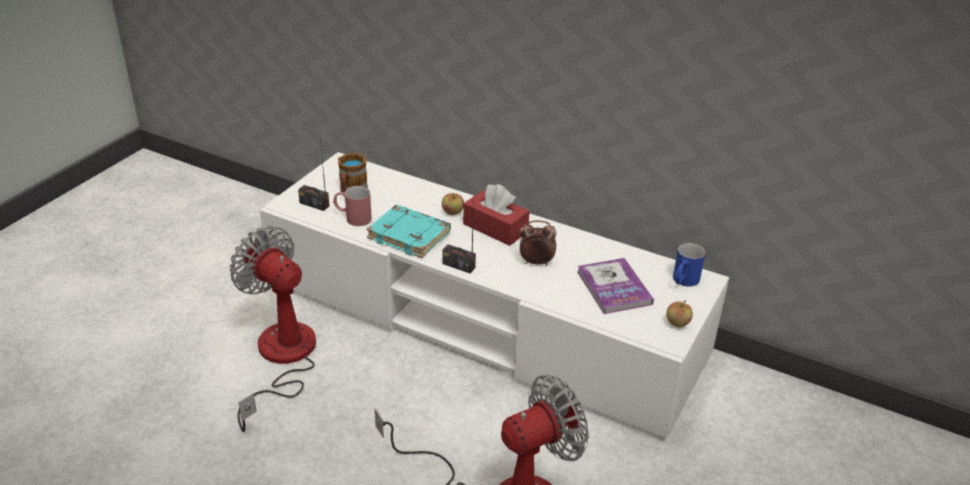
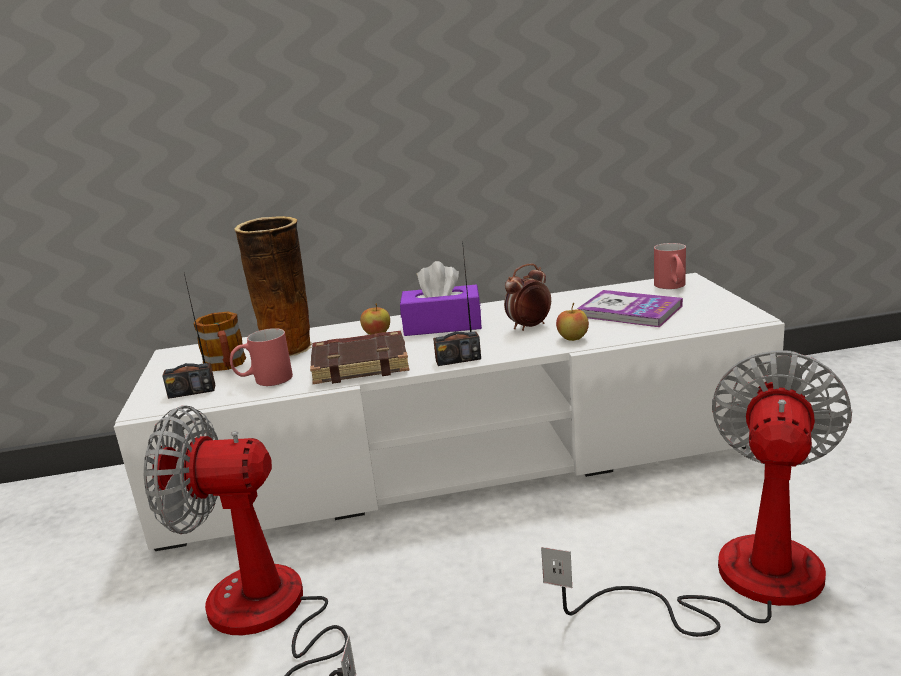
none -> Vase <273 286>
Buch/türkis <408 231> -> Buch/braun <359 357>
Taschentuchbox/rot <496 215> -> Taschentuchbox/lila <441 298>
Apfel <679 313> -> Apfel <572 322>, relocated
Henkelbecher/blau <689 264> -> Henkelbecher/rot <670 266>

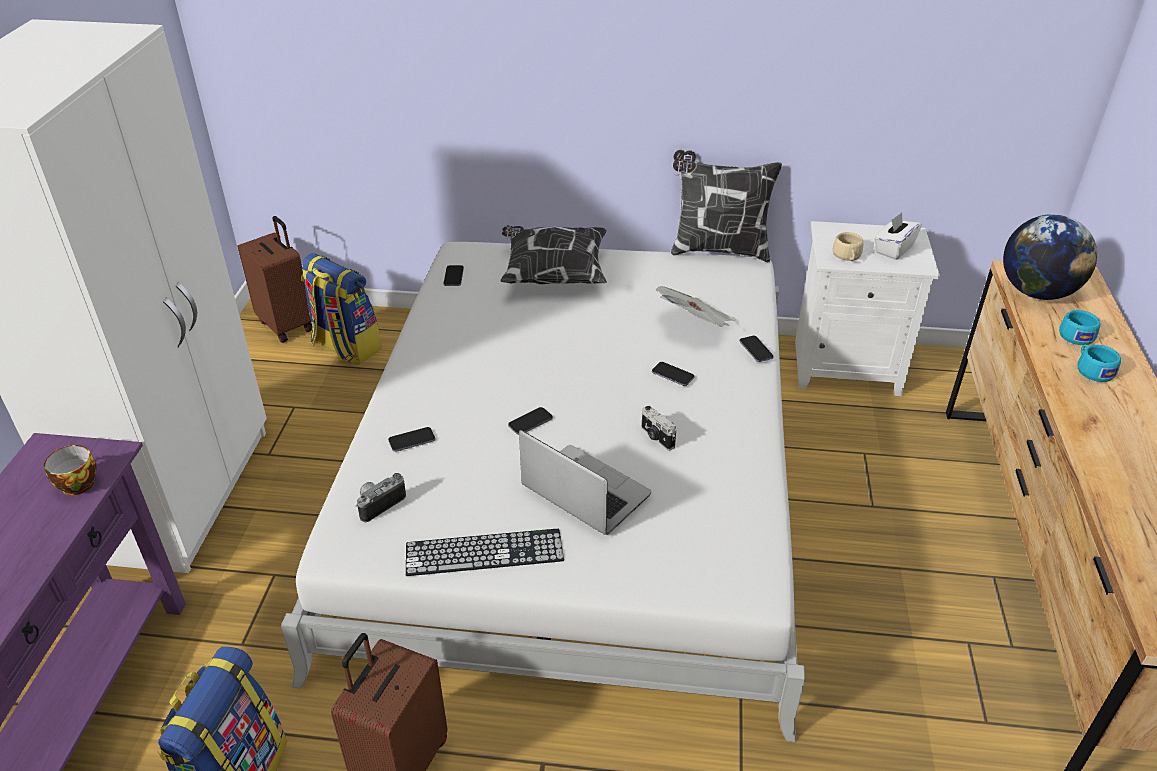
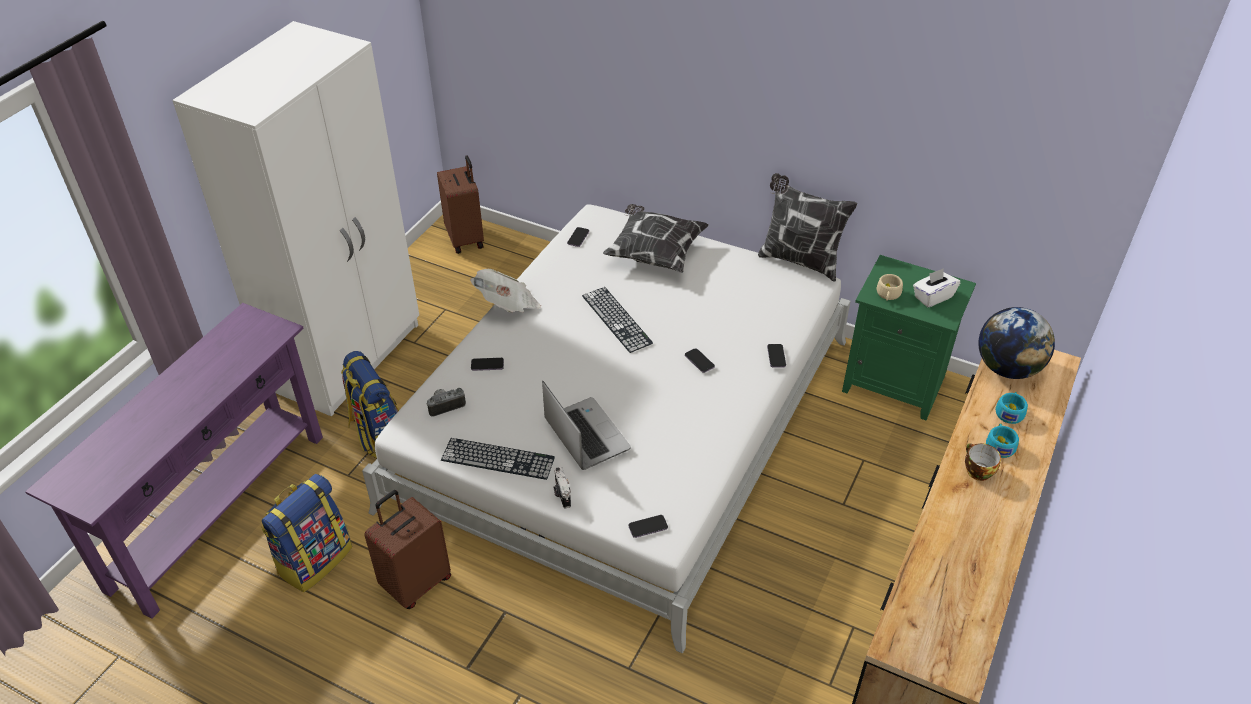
Rucksack <341 309> -> Rucksack <370 404>, relocated
Zeitung <696 306> -> Zeitung <505 291>, relocated
Kamera <658 428> -> Kamera <562 487>, relocated
none -> Tastatur <617 320>
Handy <530 421> -> Handy <648 526>, relocated
Nachttisch/weiß <867 308> -> Nachttisch/grün <909 337>
Tasse <70 470> -> Tasse <983 462>, relocated

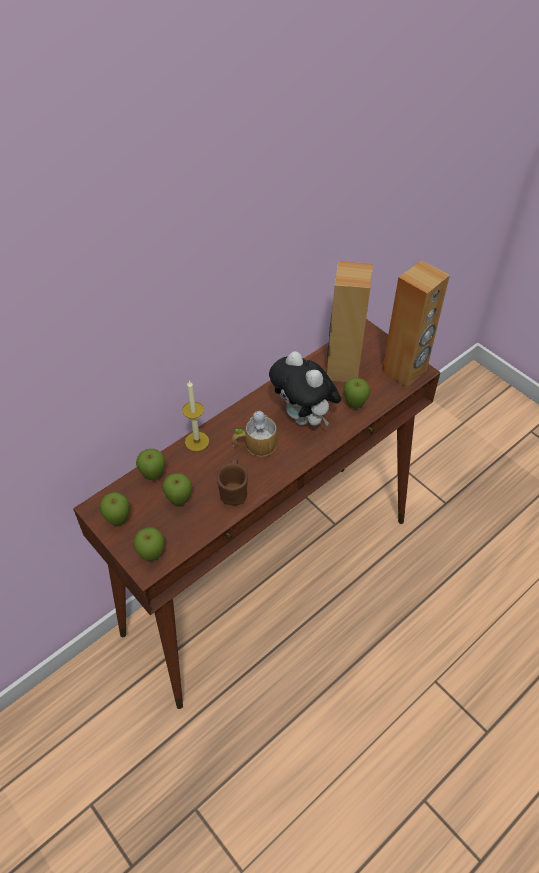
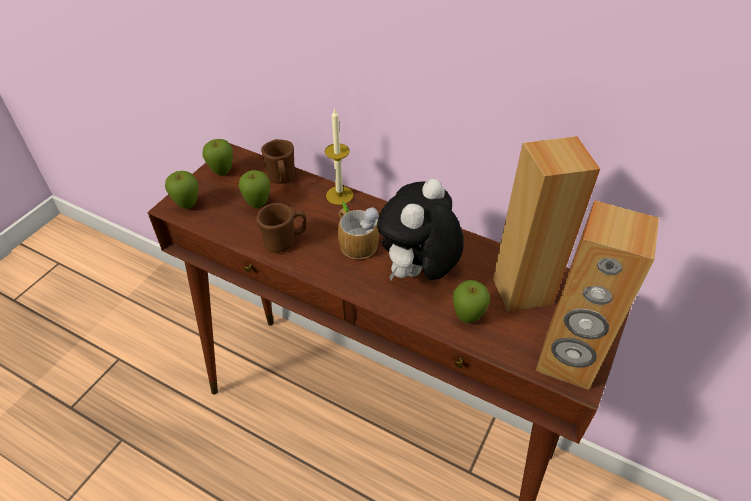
Apfel <150 464> -> Henkelbecher/braun <278 161>

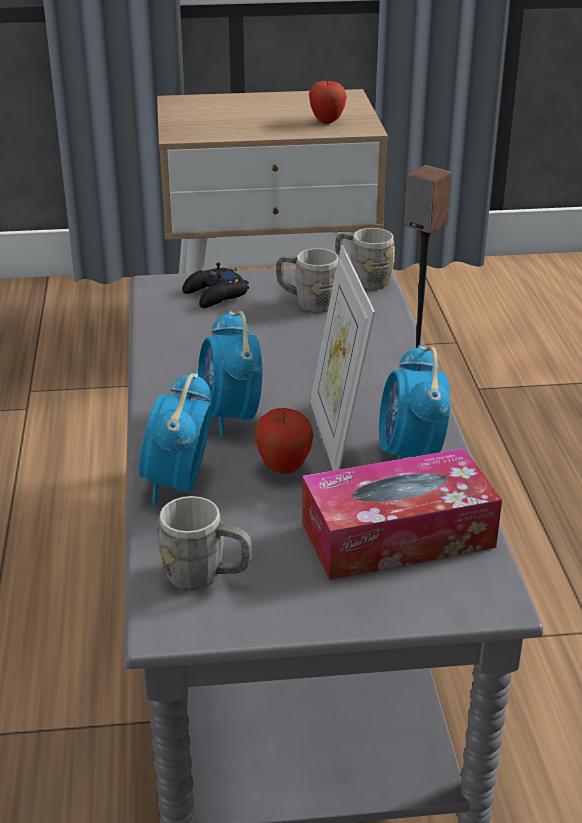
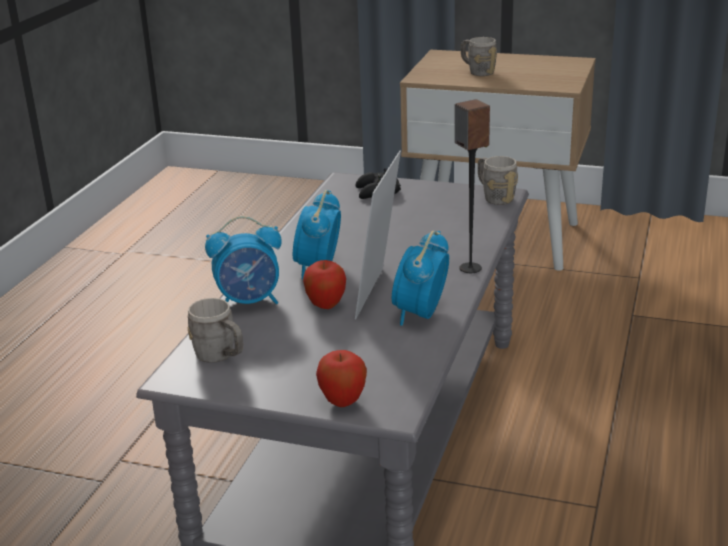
Wecker <175 438> -> Wecker <243 260>, 135 degrees counterclockwise
Apfel <328 102> -> Apfel <341 378>, relocated
Henkelbecher/grau <307 280> -> Henkelbecher/grau <479 56>, relocated
Taschentuchbox <402 514> -> none

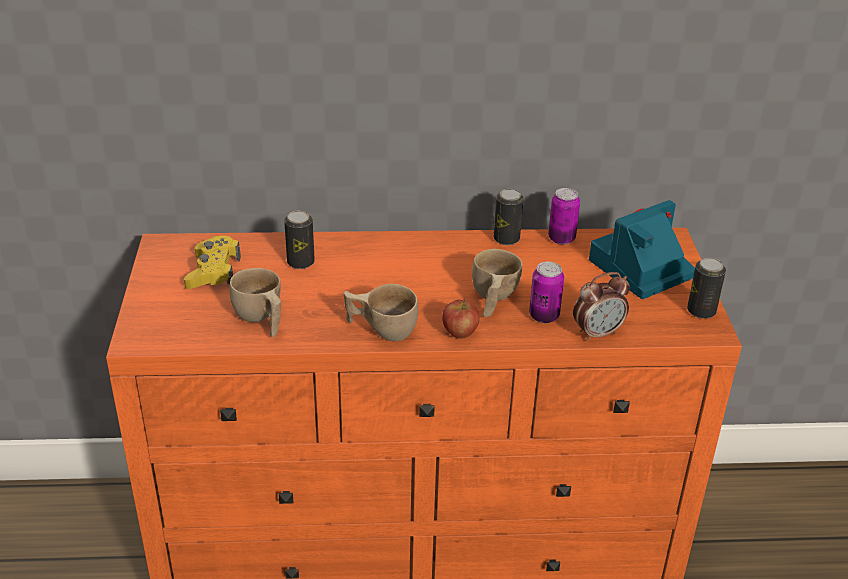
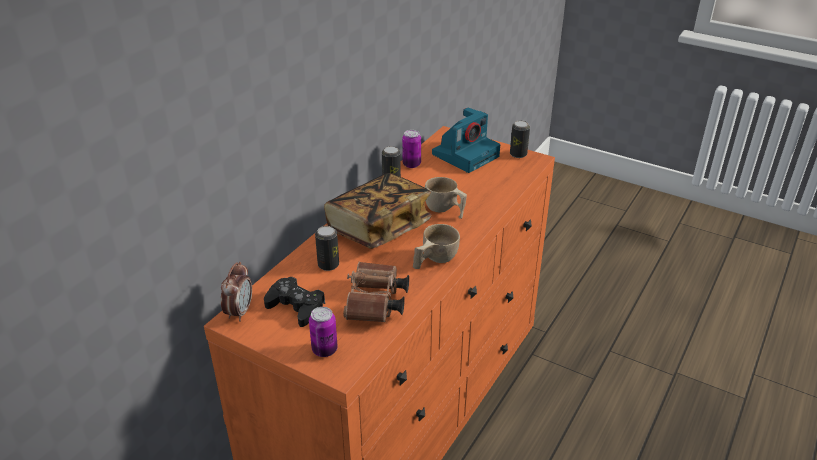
Wecker <601 307> -> Wecker <236 292>, relocated
Gamepad/gelb <212 262> -> Gamepad/schwarz <294 302>
Dose <546 292> -> Dose <323 332>, relocated
none -> Buch <378 211>
Tasse/beige <255 302> -> Fernglas/braun <376 292>
Kamera <642 249> -> Kamera <466 140>, 135 degrees counterclockwise
Apfel <461 319> -> none

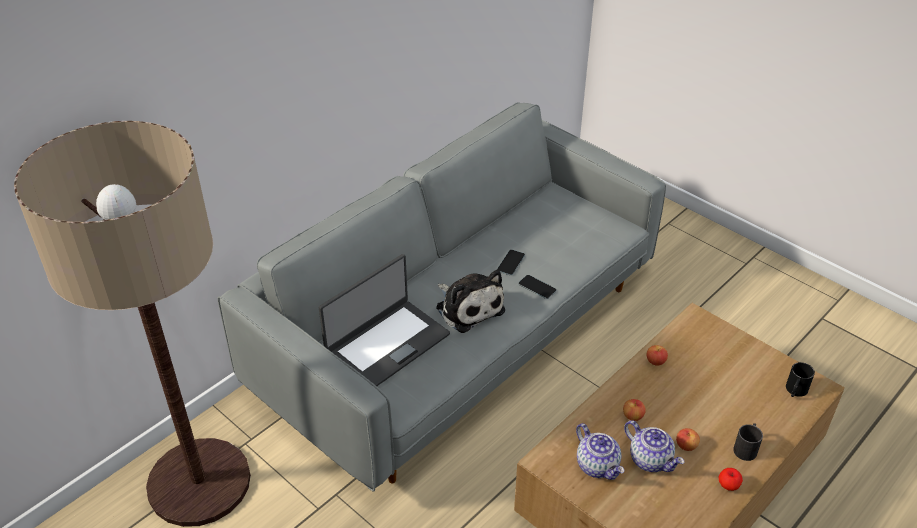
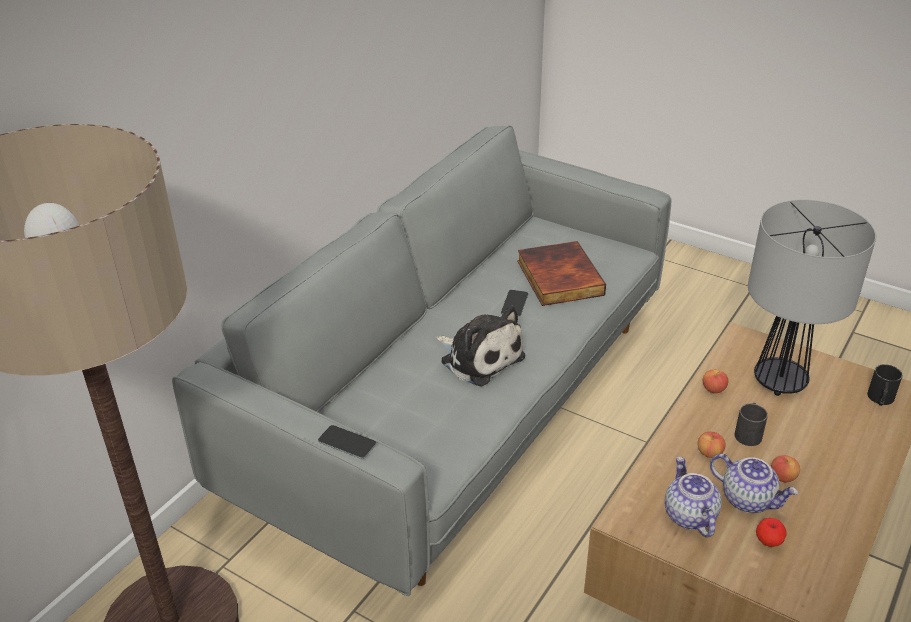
Handy <537 287> -> Handy <347 442>, relocated
none -> Buch <561 273>
Teekanne <600 451> -> Teekanne <693 497>, 150 degrees counterclockwise
Henkelbecher/schwarz <748 442> -> Henkelbecher/schwarz <751 424>, relocated
none -> Tischlampe <812 298>
Apfel <730 479> -> Apfel <771 532>, relocated
Laptop <384 320> -> none

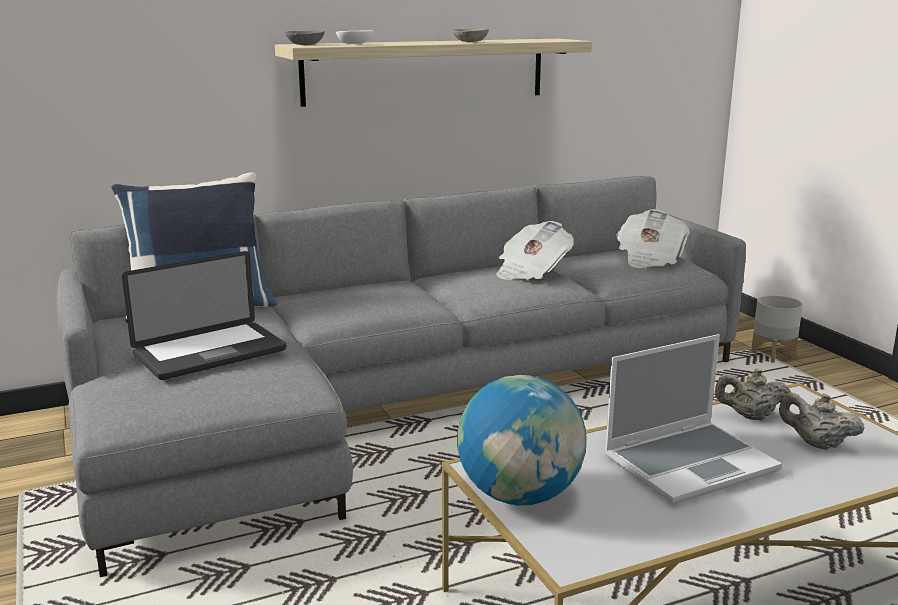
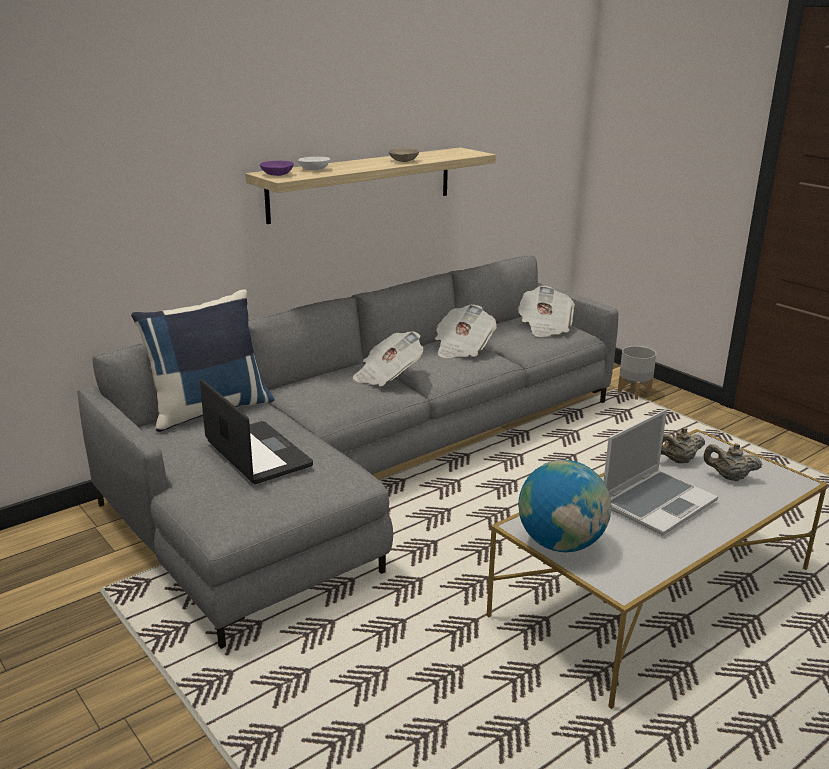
Laptop <204 315> -> Laptop <256 431>, 75 degrees counterclockwise
Schüssel/grau <305 38> -> Schüssel/lila <277 168>
none -> Zeitung <388 358>

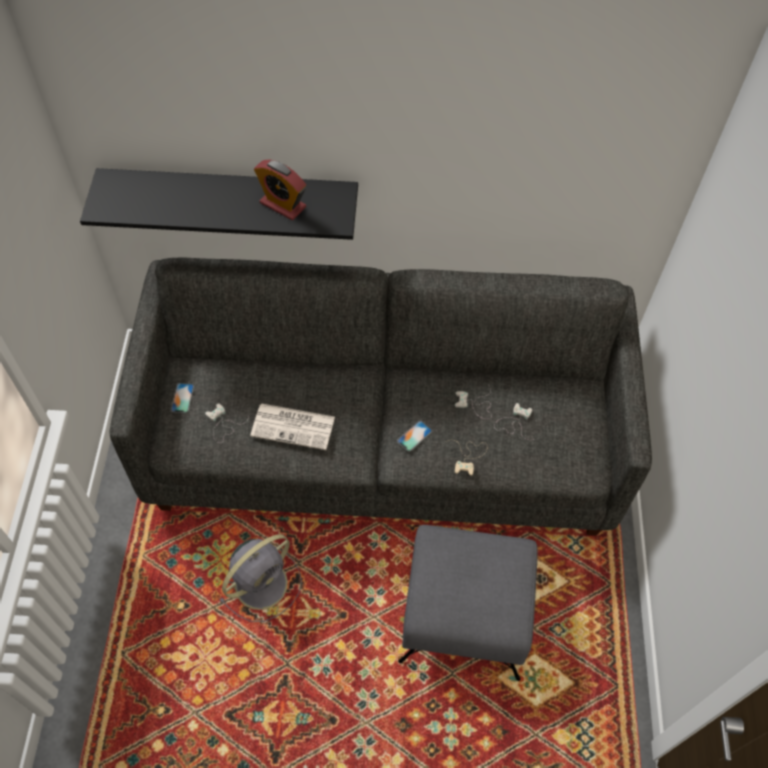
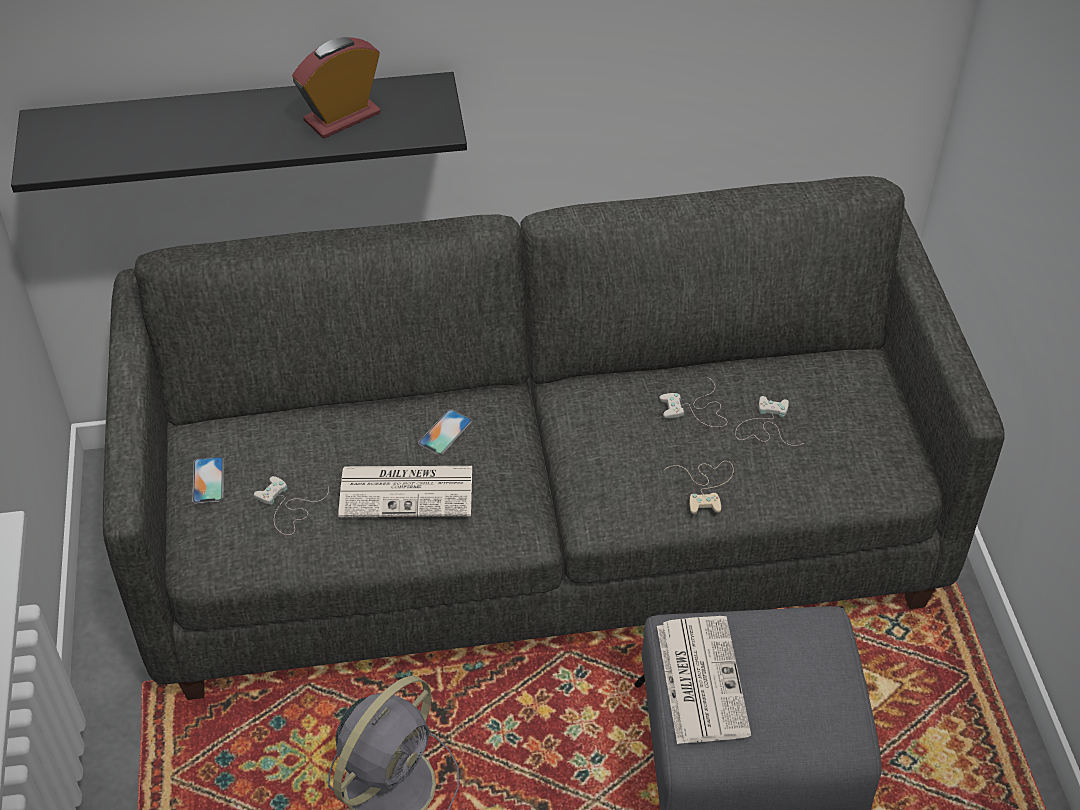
Wecker <280 190> -> Wecker <336 87>, 120 degrees clockwise
Handy <414 436> -> Handy <445 432>, relocated
none -> Zeitung <704 680>

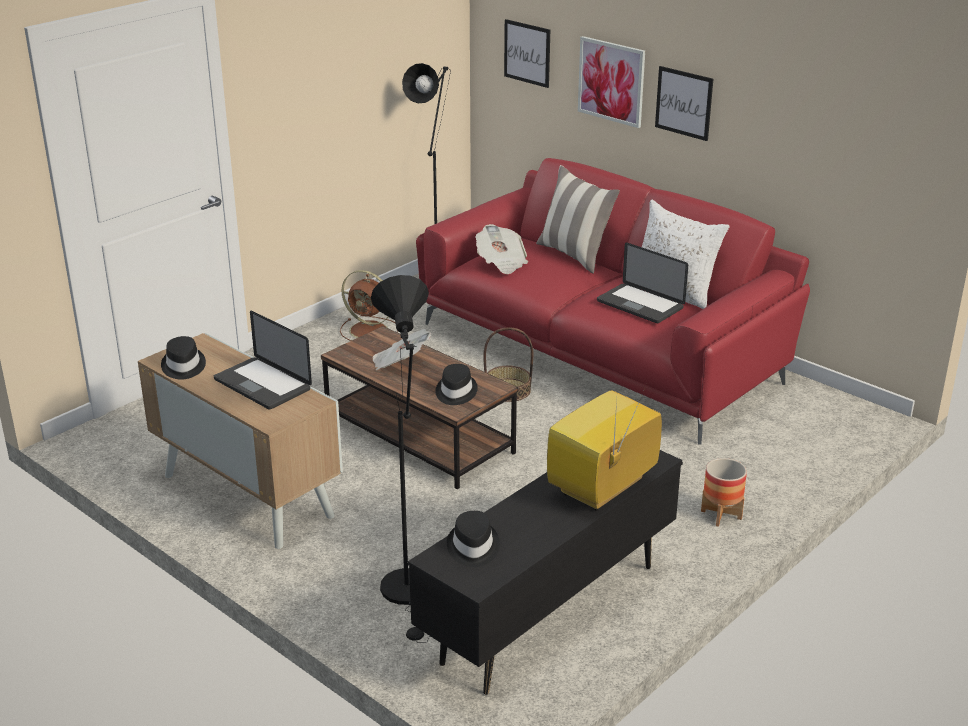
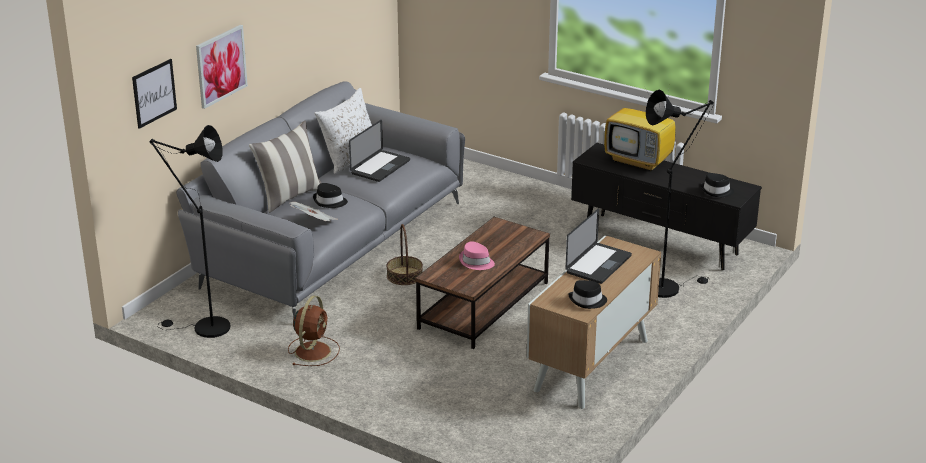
Sofa/rot <613 301> -> Sofa/grau <320 200>
Hut/schwarz <457 384> -> Hut/schwarz <330 195>, relocated
Zeitung <401 349> -> Hut/rosa <477 255>
Bild <684 103> -> none
Pflanzkübel <724 492> -> none

